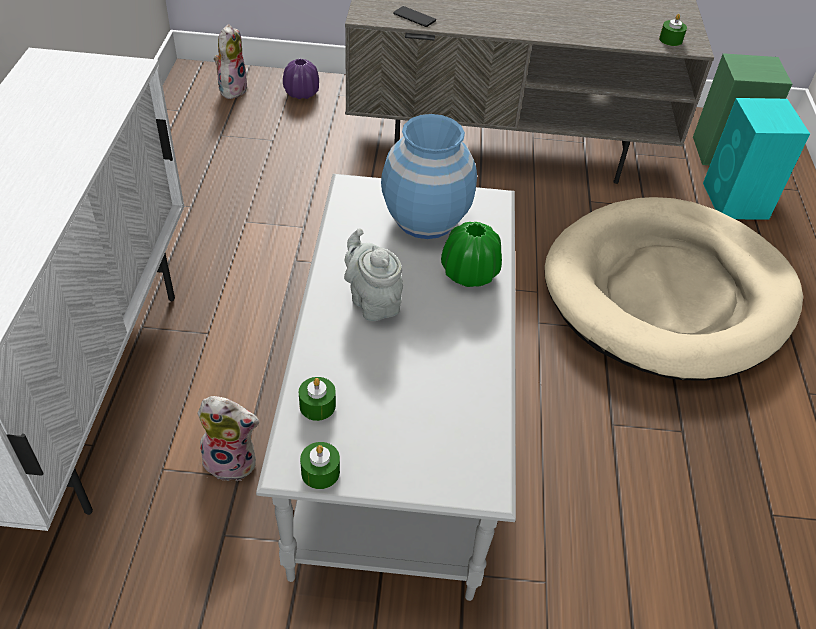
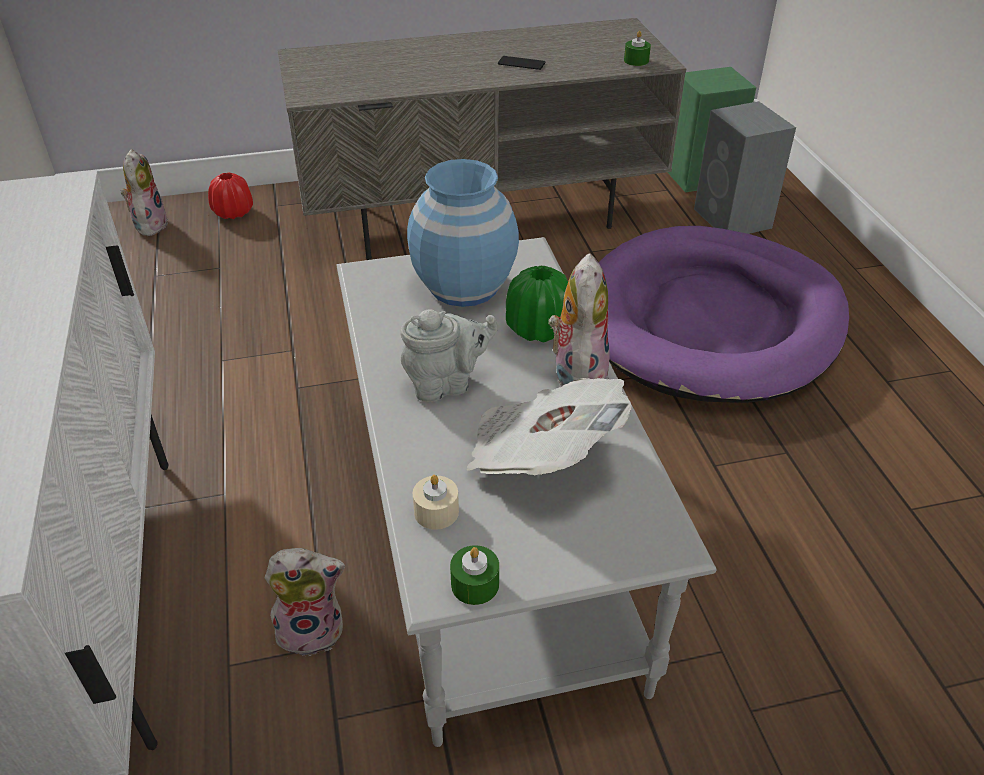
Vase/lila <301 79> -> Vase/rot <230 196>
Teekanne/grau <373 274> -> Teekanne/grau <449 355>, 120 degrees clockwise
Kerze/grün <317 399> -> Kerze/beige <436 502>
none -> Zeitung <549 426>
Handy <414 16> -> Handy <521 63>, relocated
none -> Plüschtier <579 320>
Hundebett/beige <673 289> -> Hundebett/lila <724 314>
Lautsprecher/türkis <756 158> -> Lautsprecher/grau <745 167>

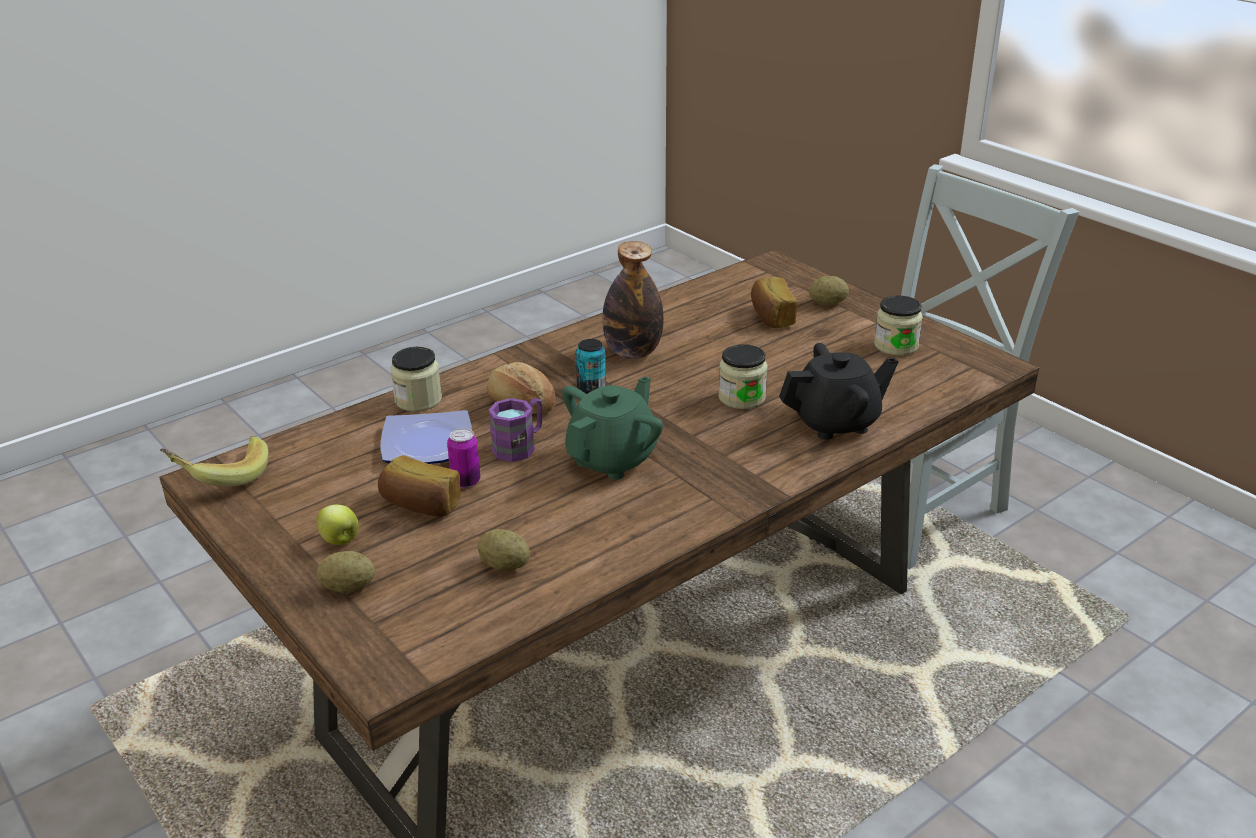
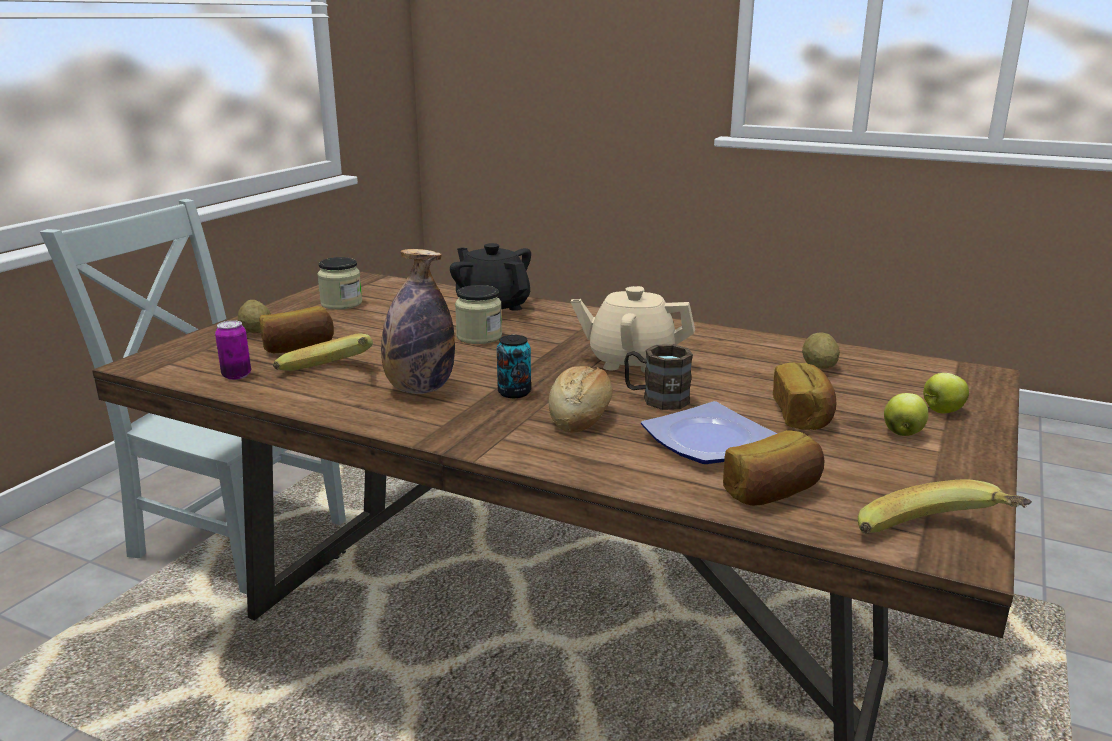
Dose <463 458> -> Dose <233 350>, relocated
none -> Banane <323 352>
Teekanne/grün <612 428> -> Teekanne/beige <633 329>
Henkelbecher/lila <515 430> -> Henkelbecher/braun <658 377>
none -> Brot <774 468>
Kartoffel <346 572> -> Apfel <946 393>
Vorratsglas <416 379> -> none

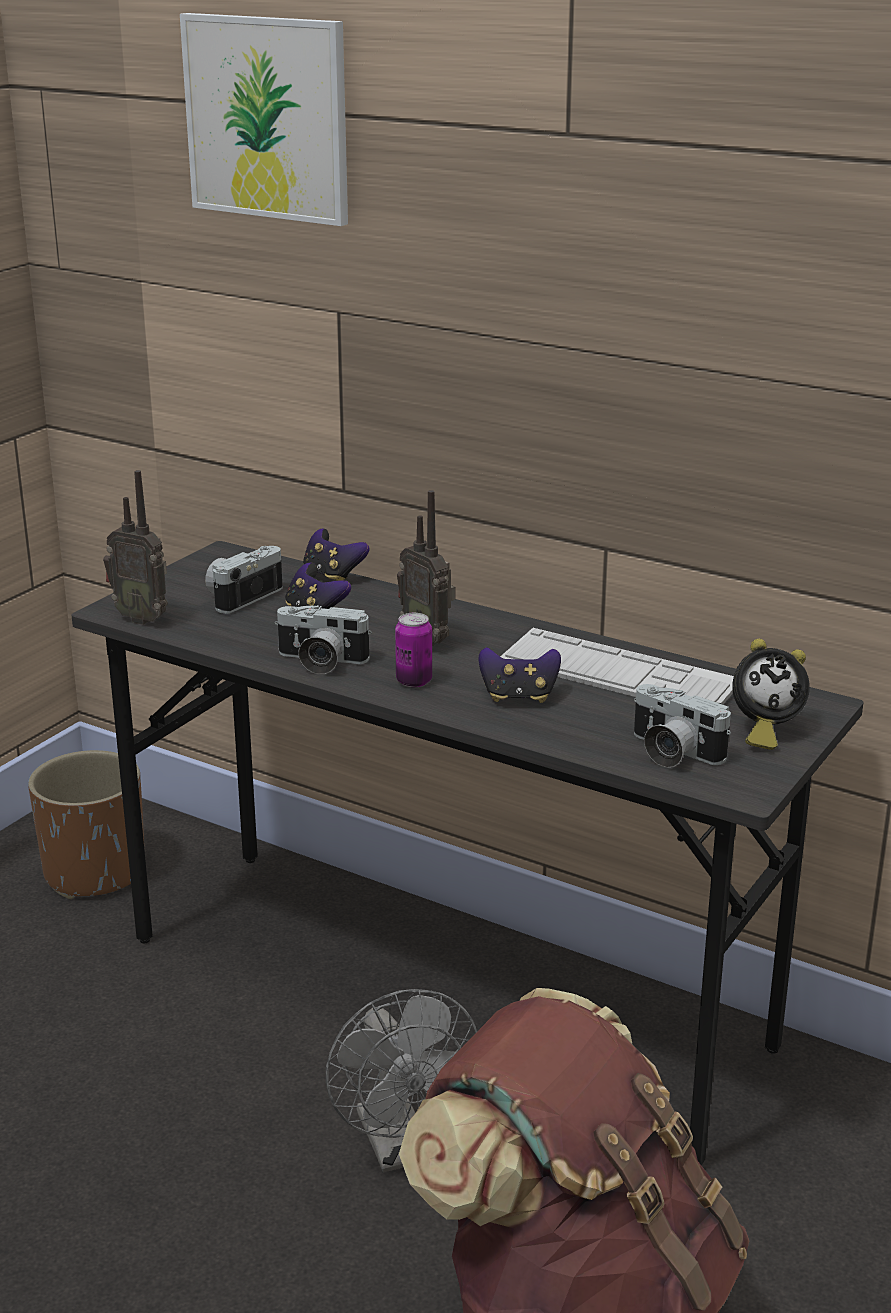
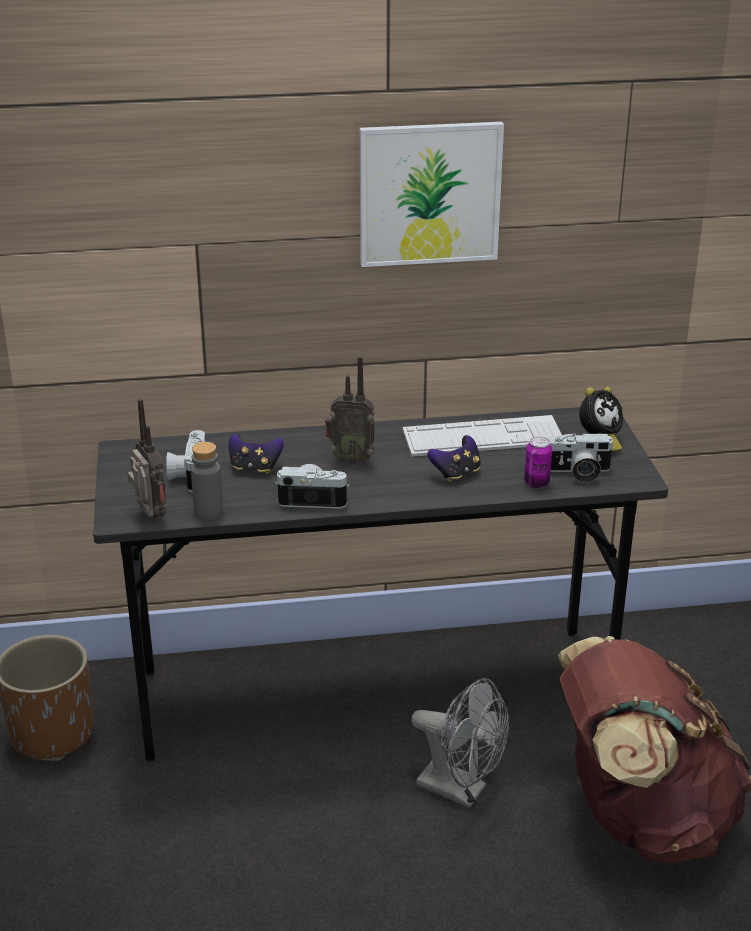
Radio <135 547> -> Radio <147 458>, 105 degrees counterclockwise
none -> Flasche/grau <207 481>
Kamera <323 639> -> Kamera <312 486>, 150 degrees counterclockwise
Bild <264 119> -> Bild <432 194>, relocated
Dose <413 650> -> Dose <538 462>, relocated
Gamepad <336 555> -> none

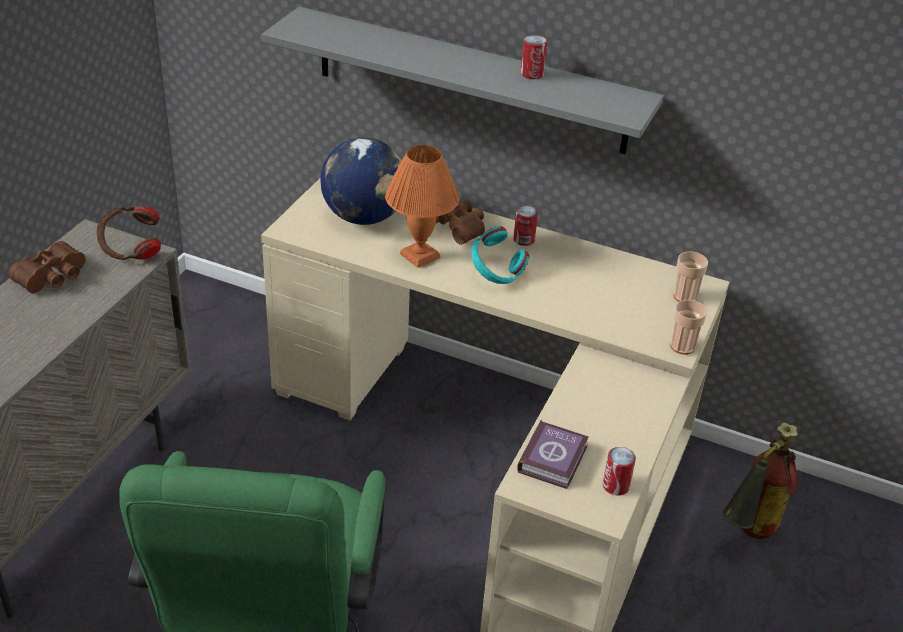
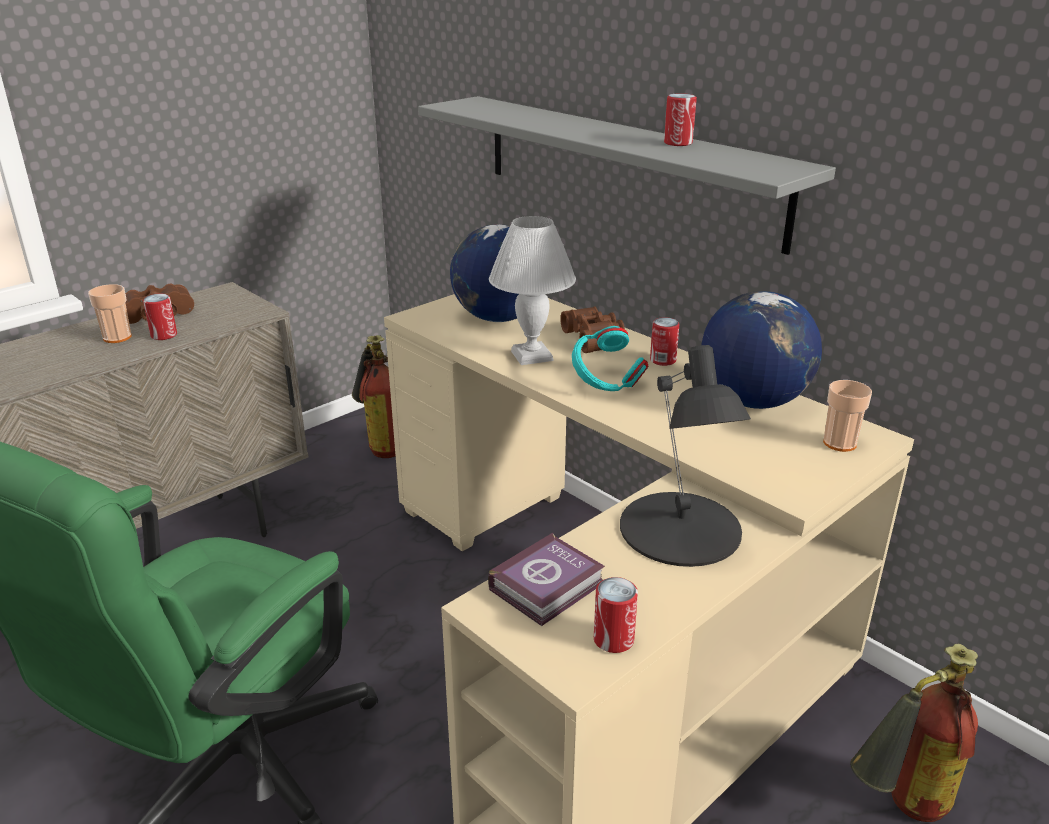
Tasse <688 327> -> Tasse <110 313>, relocated
none -> Dose <160 317>
none -> Feuerlöscher <374 396>
Tischlampe/orange <422 206> -> Tischlampe/weiß <532 290>
none -> Tischlampe/schwarz <685 456>
none -> Globus <761 350>
Kopfhörer/braun <128 232> -> none

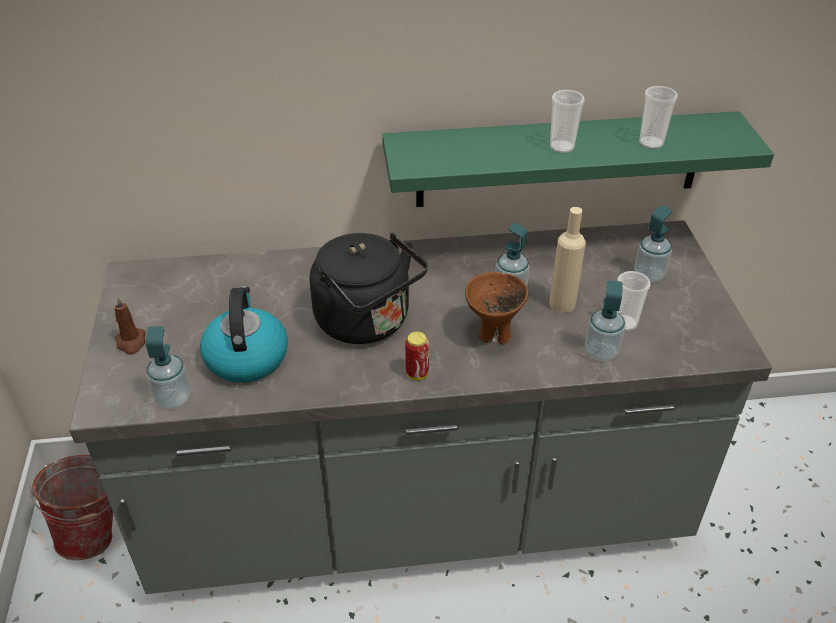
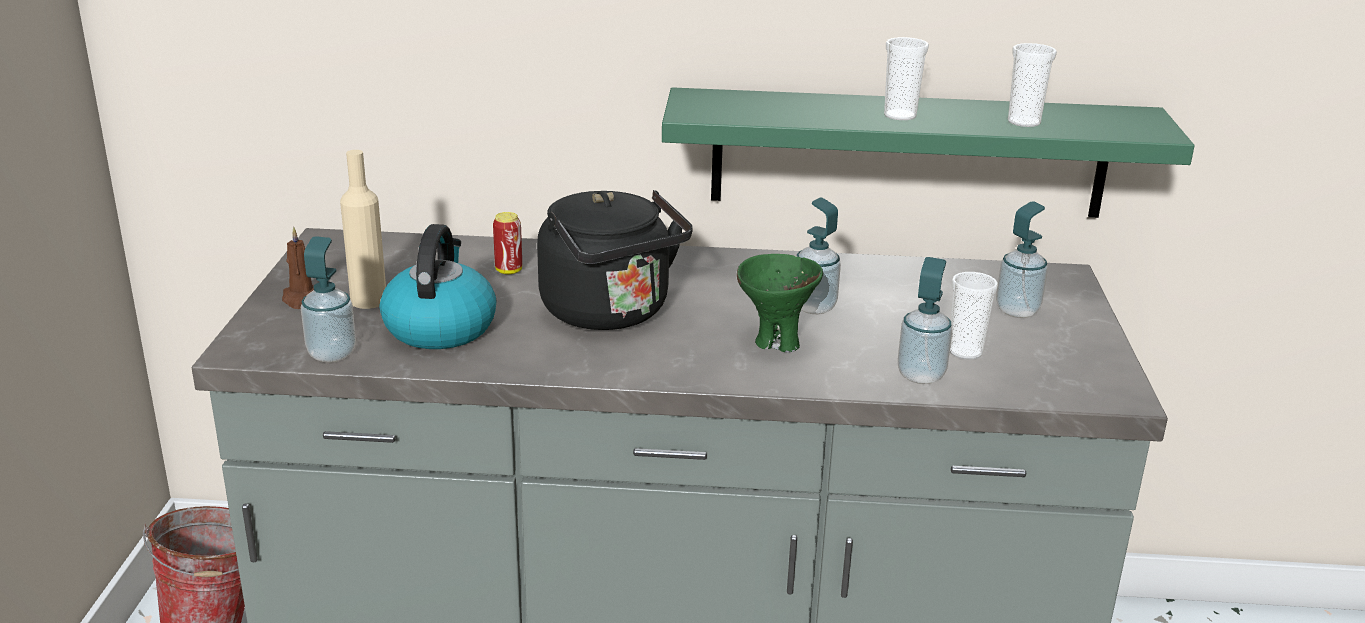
Flasche/beige <567 260> -> Flasche/beige <363 229>, relocated
Dose <417 356> -> Dose <507 243>, relocated
Schüssel/braun <497 308> -> Schüssel/grün <780 303>

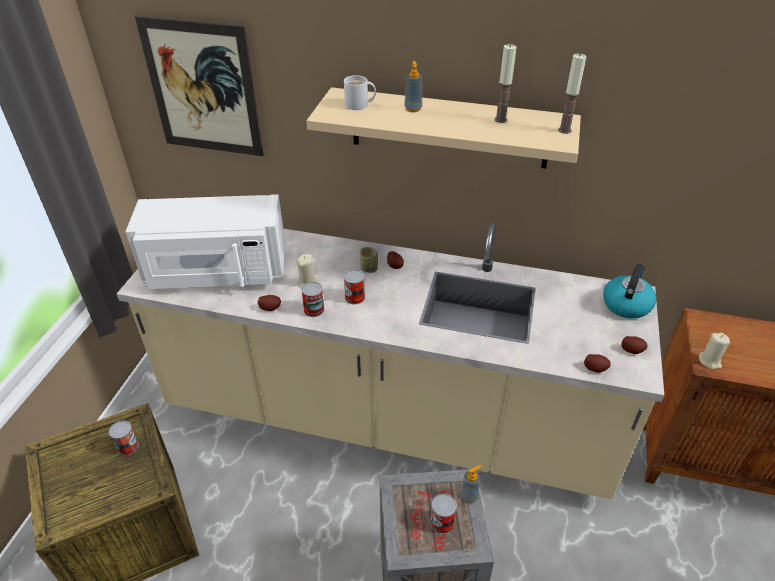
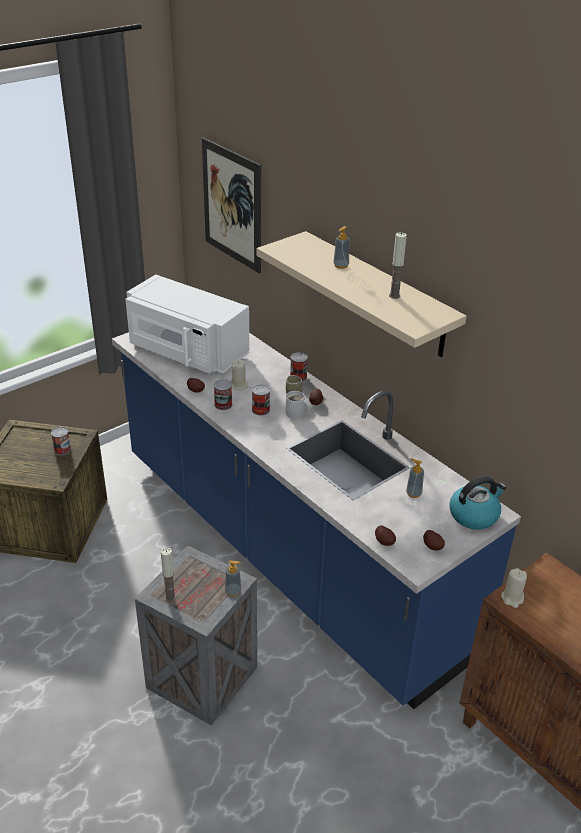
Küchenzeile/beige <390 361> -> Küchenzeile/blau <316 520>
Kerze <572 93> -> Kerze <168 574>, relocated
Henkelbecher/weiß <360 92> -> Henkelbecher/weiß <298 405>, relocated
Dose <443 514> -> Dose <299 366>, relocated
none -> Seifenspender <415 478>

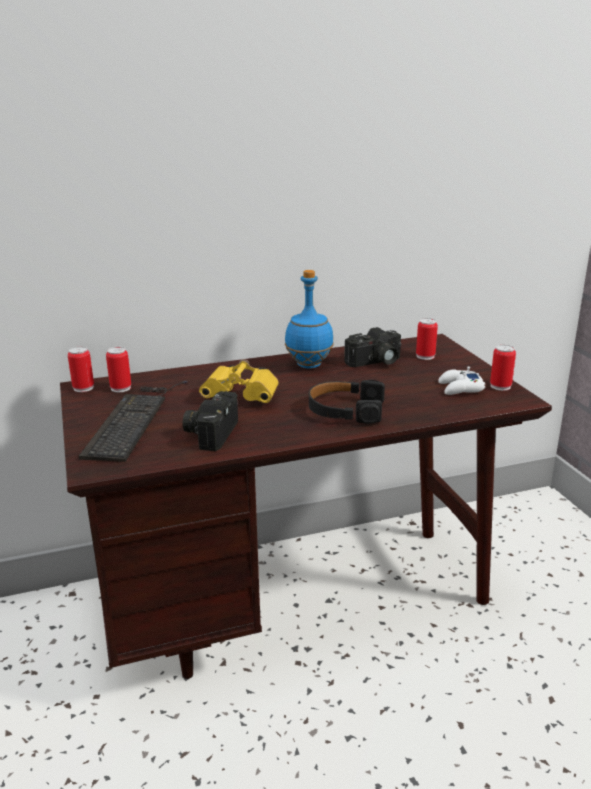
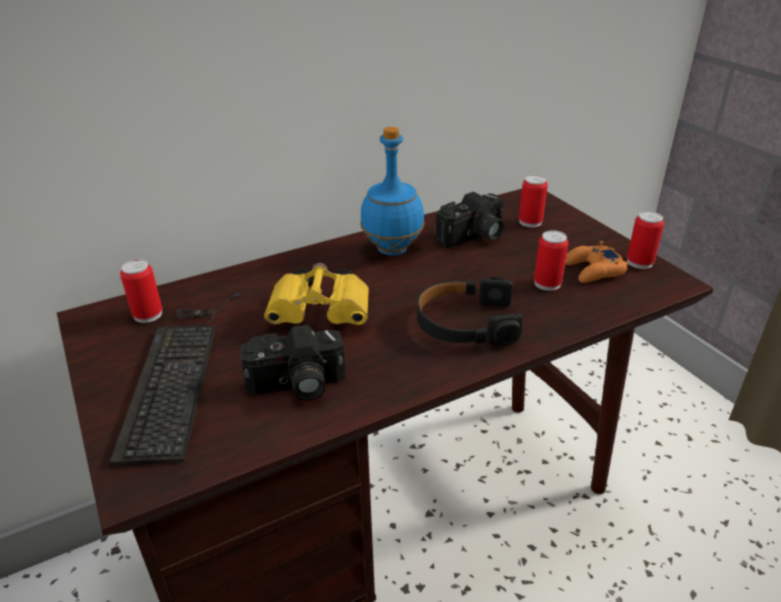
Kamera <210 421> -> Kamera <292 363>, 105 degrees counterclockwise
Dose <81 369> -> Dose <551 260>, relocated
Gamepad/weiß <462 380> -> Gamepad/orange <596 262>

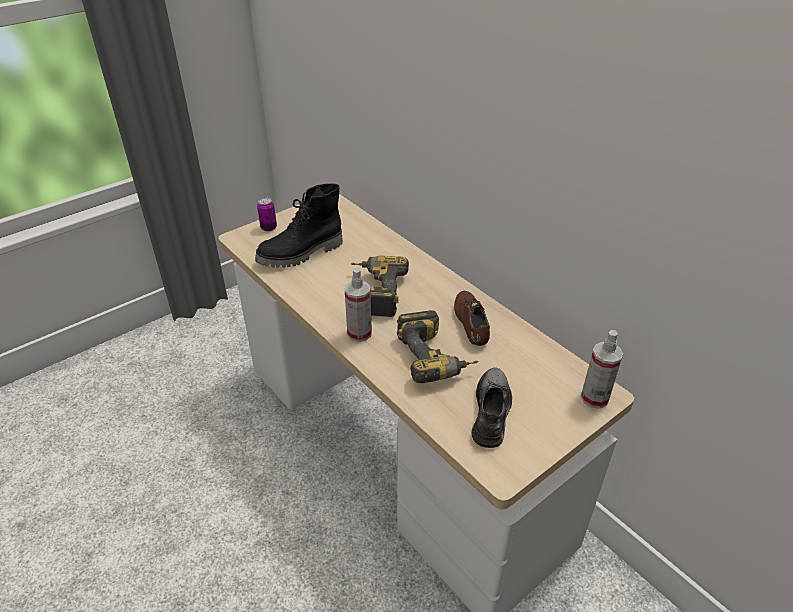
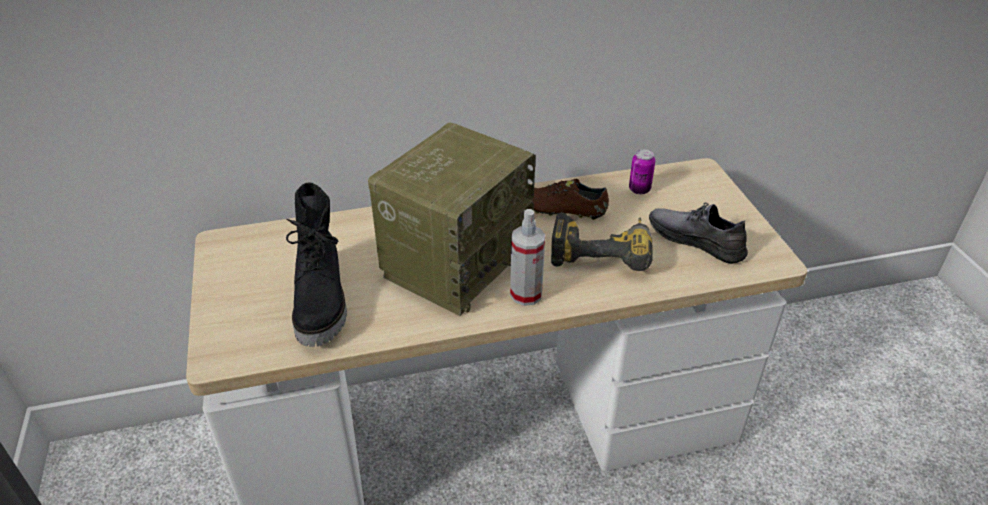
Bohrmaschine <380 286> -> Radio <452 219>
Dose <267 214> -> Dose <642 171>, relocated
Sprühflasche <602 369> -> none

